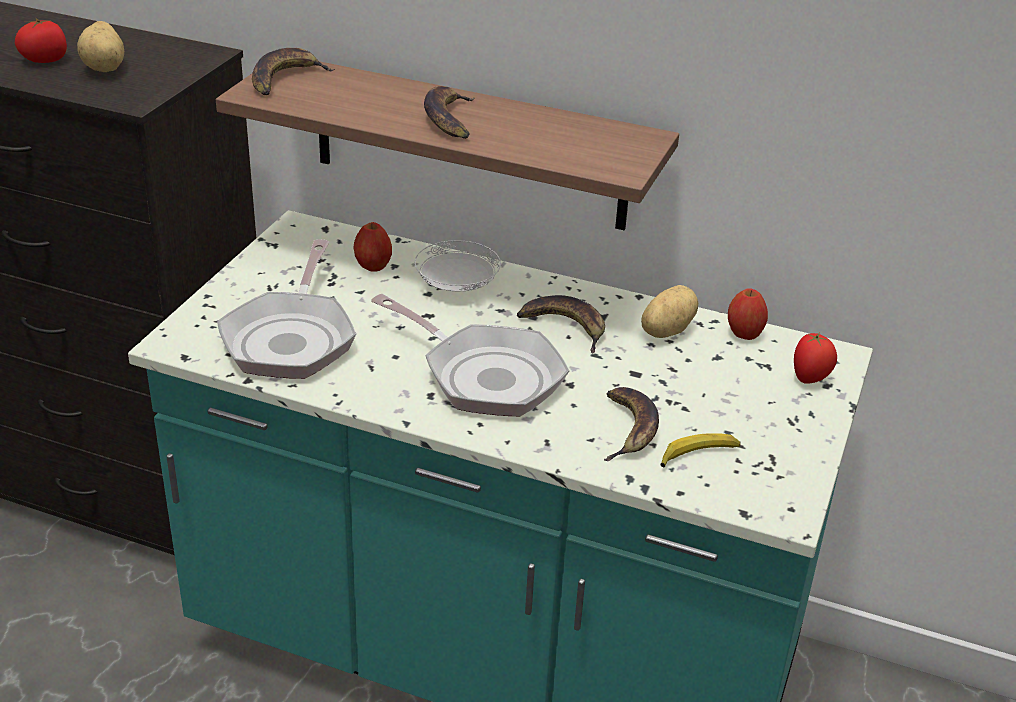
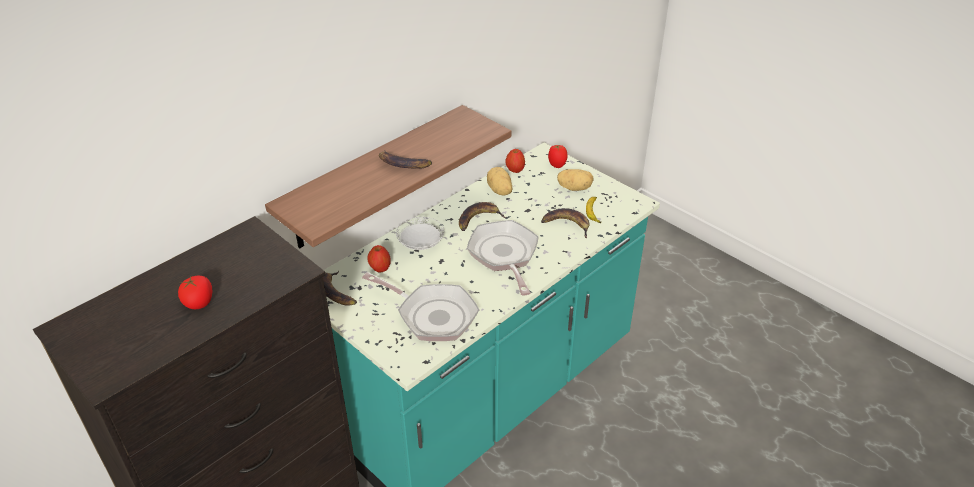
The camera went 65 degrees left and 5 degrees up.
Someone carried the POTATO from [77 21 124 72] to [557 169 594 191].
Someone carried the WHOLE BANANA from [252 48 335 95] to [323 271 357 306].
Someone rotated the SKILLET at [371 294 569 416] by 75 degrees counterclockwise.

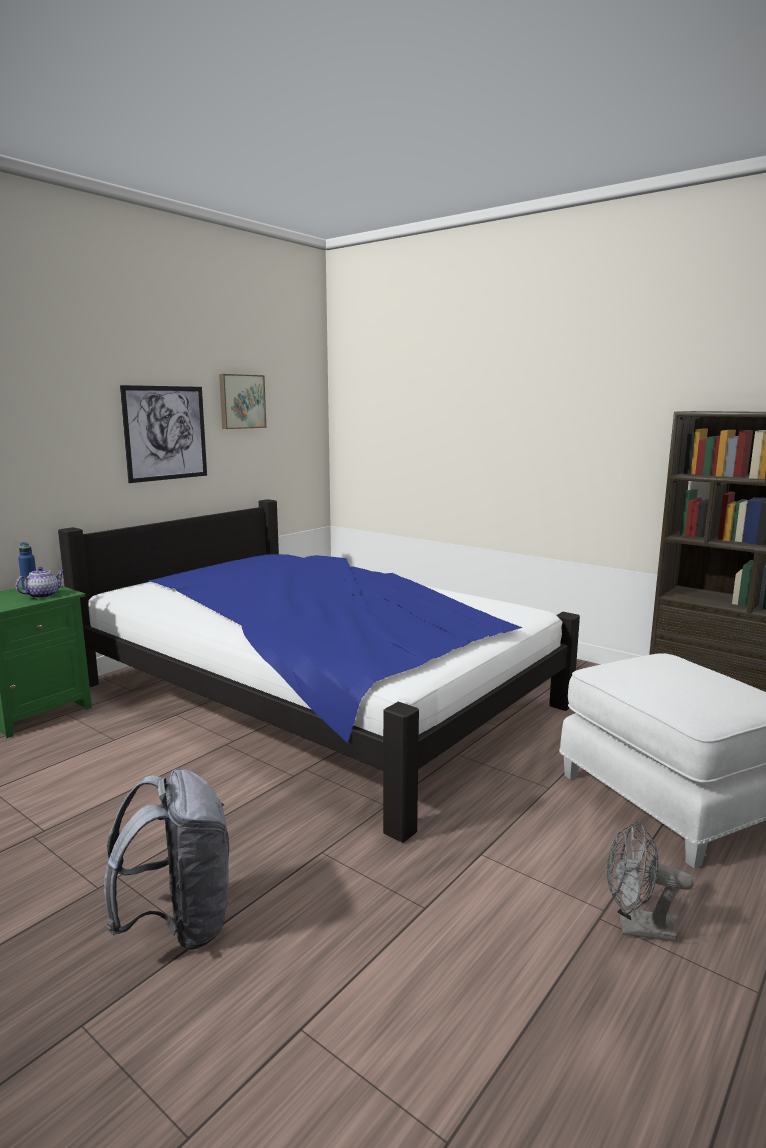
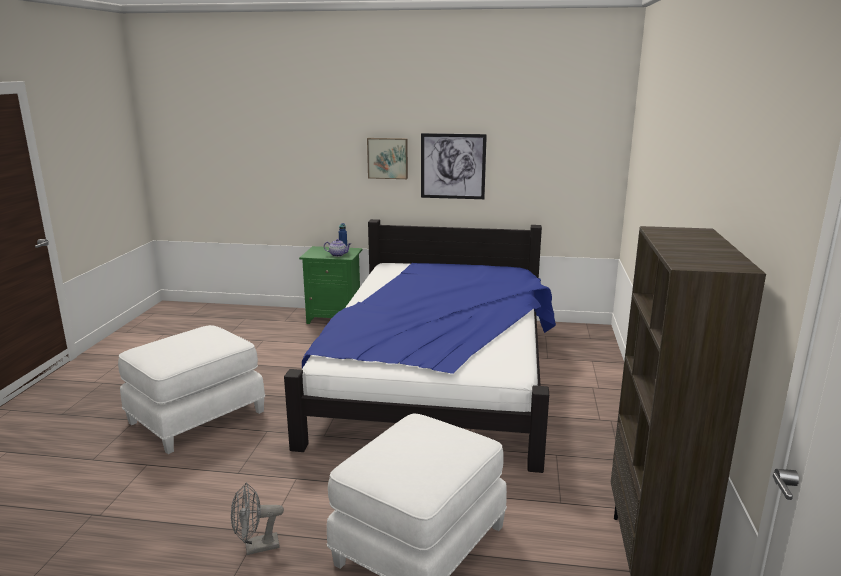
The camera went 60 degrees right and 5 degrees up.
Someone carried the WALL PICTURE from [219 374 266 429] to [367 138 408 179].
Someone swapped the GREY KNAPSACK at [104 769 230 950] for the WHITE-COLOURED POUFFE at [118 325 265 454].
Someone rotated the GREY ELECTRIC FAN at [607 821 694 942] by 90 degrees counterclockwise.

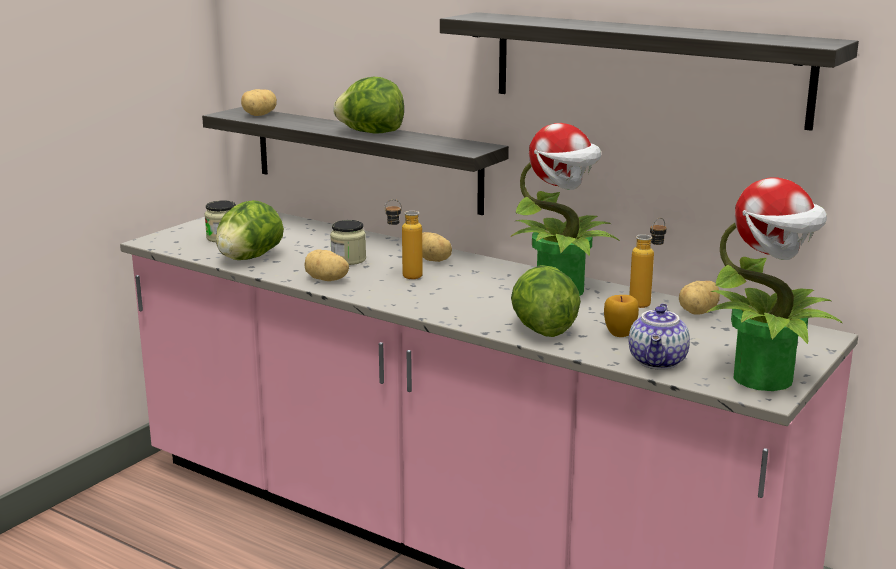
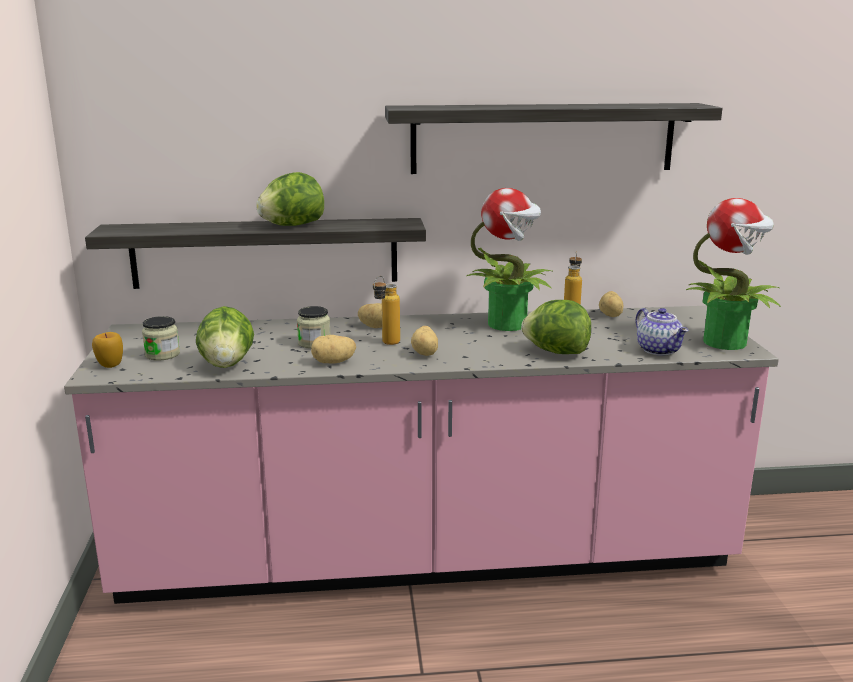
The camera went 40 degrees left and 0 degrees up.
Someone carried the POTATO from [241 89 277 116] to [411 326 438 356].
Someone carried the WHOLE APPLE from [604 295 639 337] to [92 332 123 368].

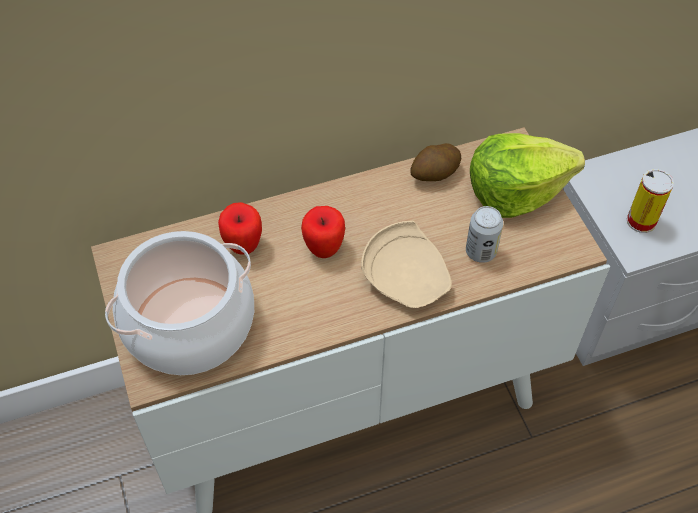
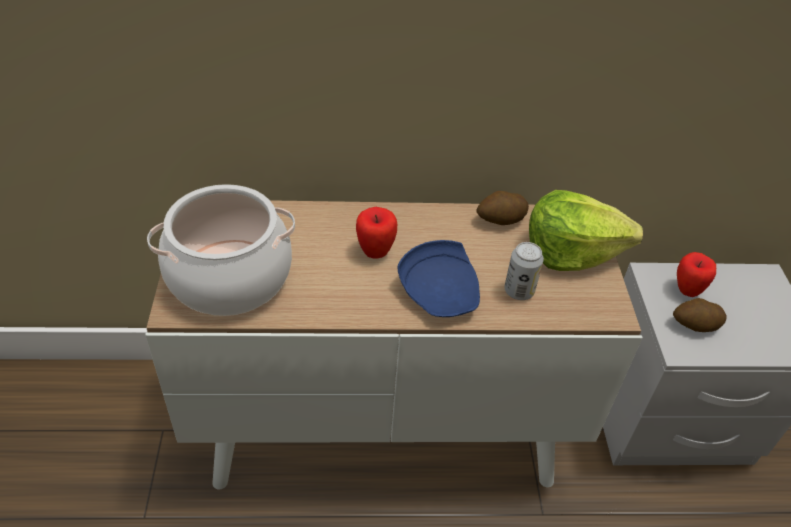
The camera went 15 degrees right and 10 degrees down.
Someone carried the WHOLE APPLE from [218 202 262 255] to [677 252 716 297].
Someone swapped the METAL CAN at [627 169 674 233] for the POTATO at [673 298 727 332].
Someone repainted the BEIGE-COLOURED PLATE at [361 221 452 308], which became the BLUISH PLATE at [397 240 480 317].

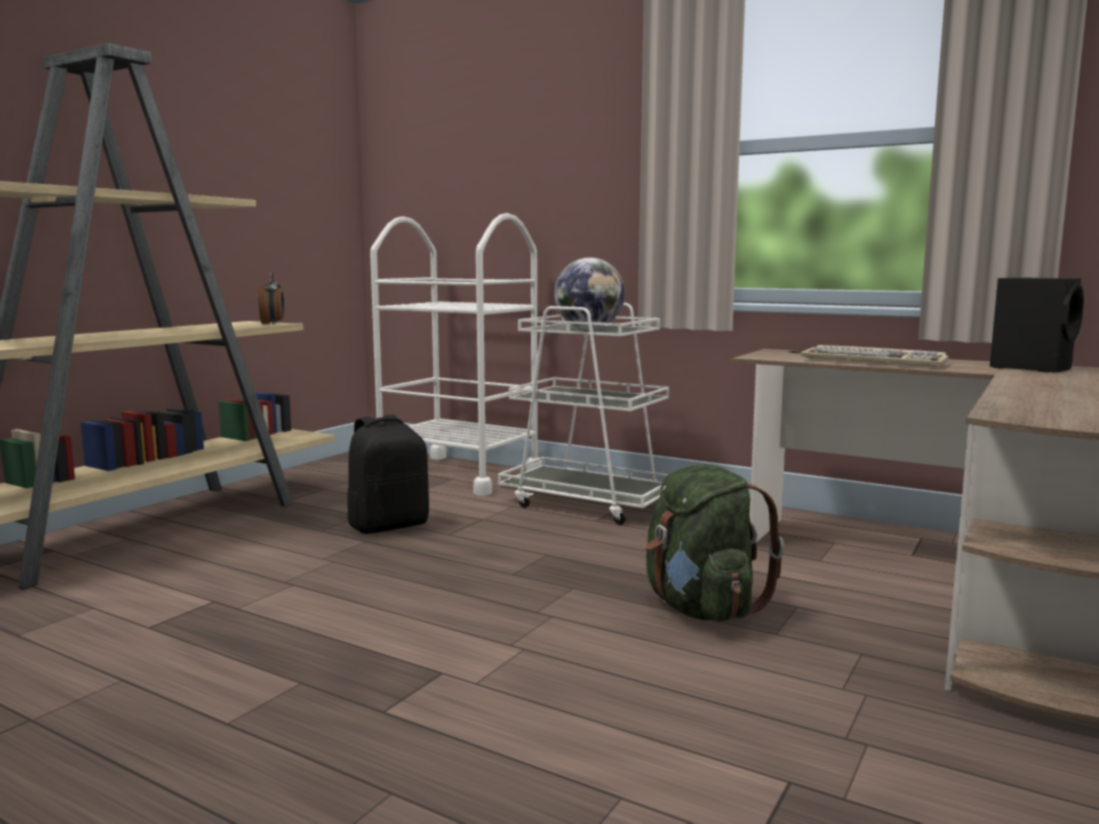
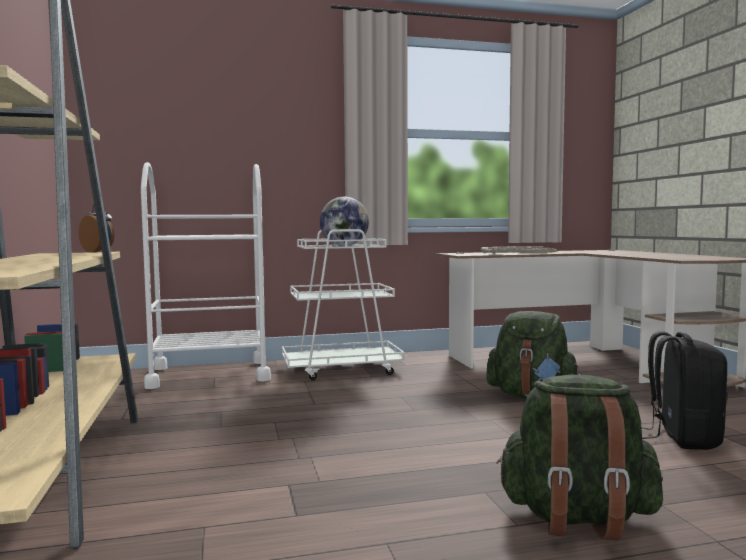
The camera went 45 degrees left and 5 degrees down.
Someone took away the BLACK SPEAKER at [990 277 1084 373].
Someone put down the GREEN KNAPSACK at [496 375 663 540].
Someone carried the BLACK KNAPSACK from [347 414 429 534] to [641 331 728 450].

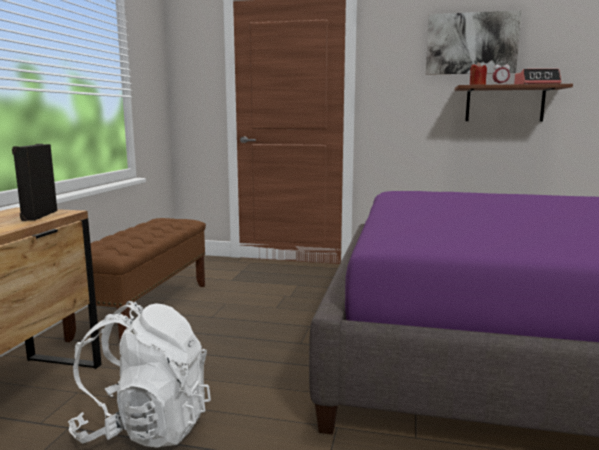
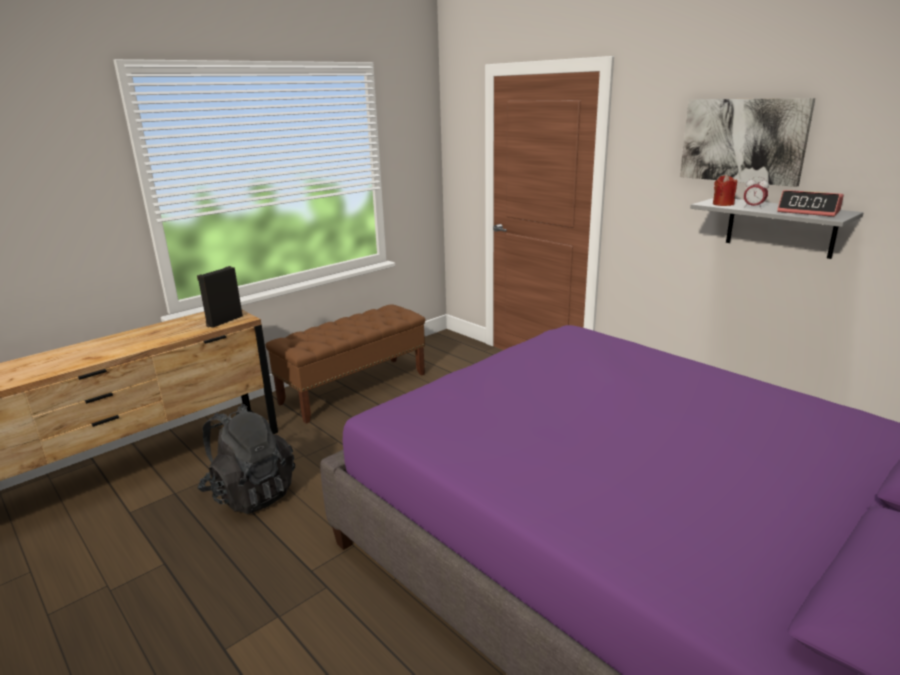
The camera went 35 degrees right and 10 degrees up.
Someone repainted the WHITE-COLOURED KNAPSACK at [68 301 211 448], which became the BLACK KNAPSACK at [198 404 295 514].
Someone repainted the BROWN-COLOURED SHELF at [455 84 573 121], which became the GREY SHELF at [690 198 864 259].

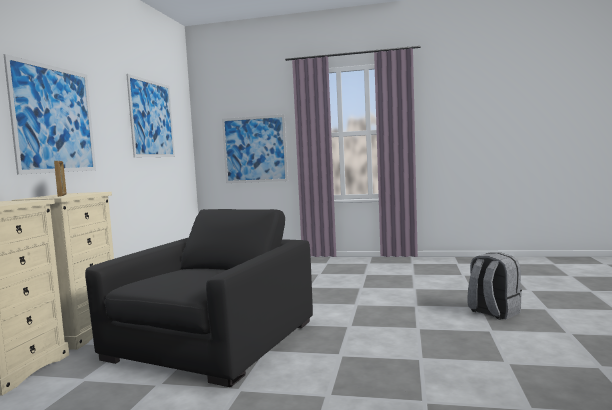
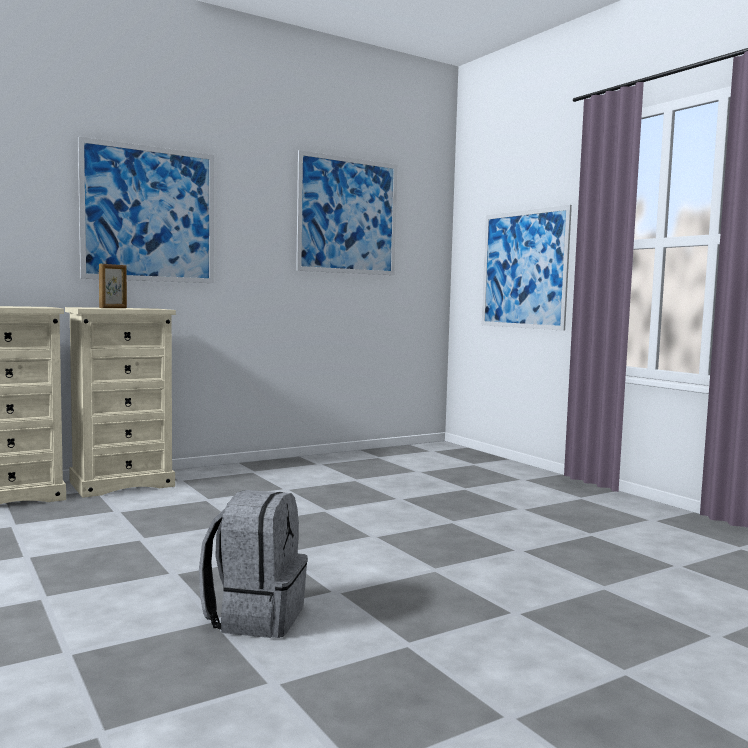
The camera went 45 degrees right and 0 degrees up.
Someone took away the BLACK EASY CHAIR at [85 209 313 387].
Someone carried the GREY KNAPSACK from [467 252 522 320] to [199 490 308 638].

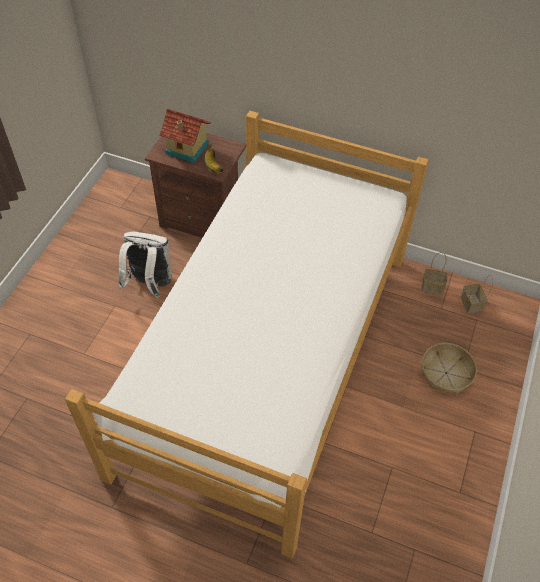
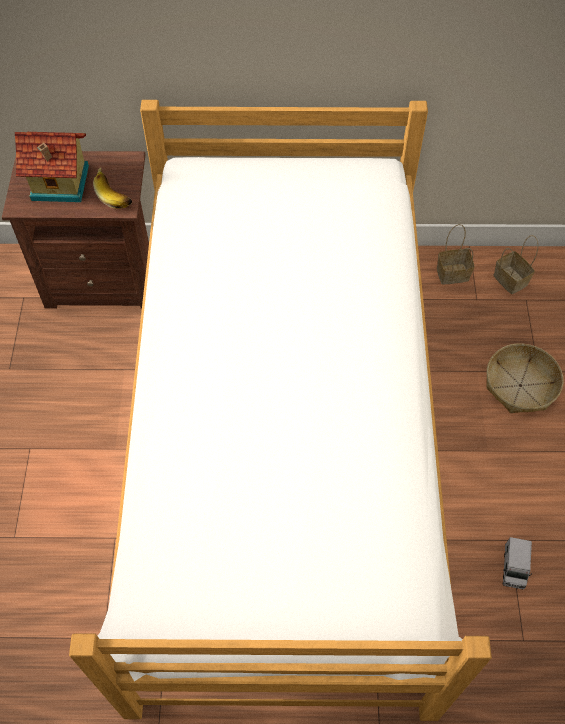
The camera went 20 degrees left and 5 degrees up.
Someone took away the WHITE-COLOURED KNAPSACK at [118 232 172 298].
Someone put down the TOY TRUCK at [503 537 532 589].

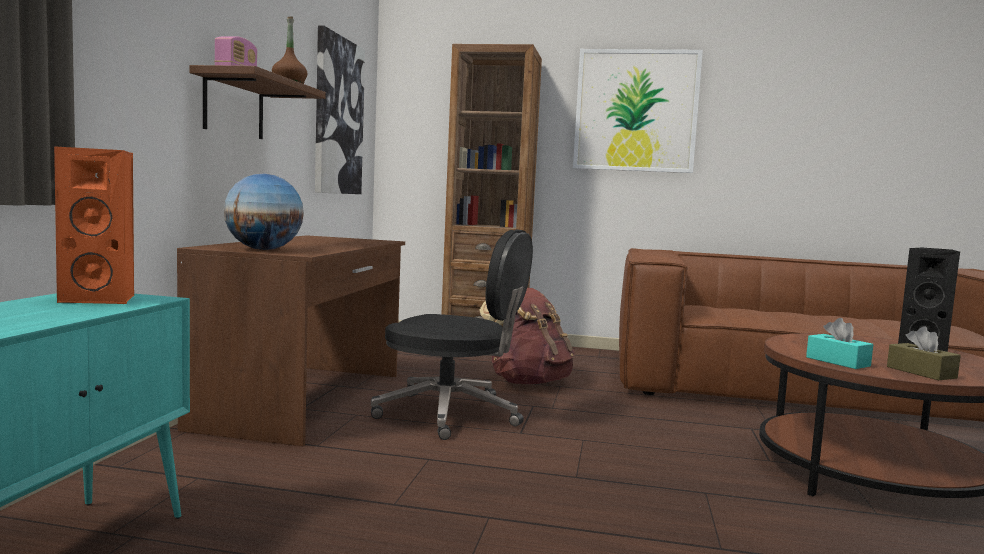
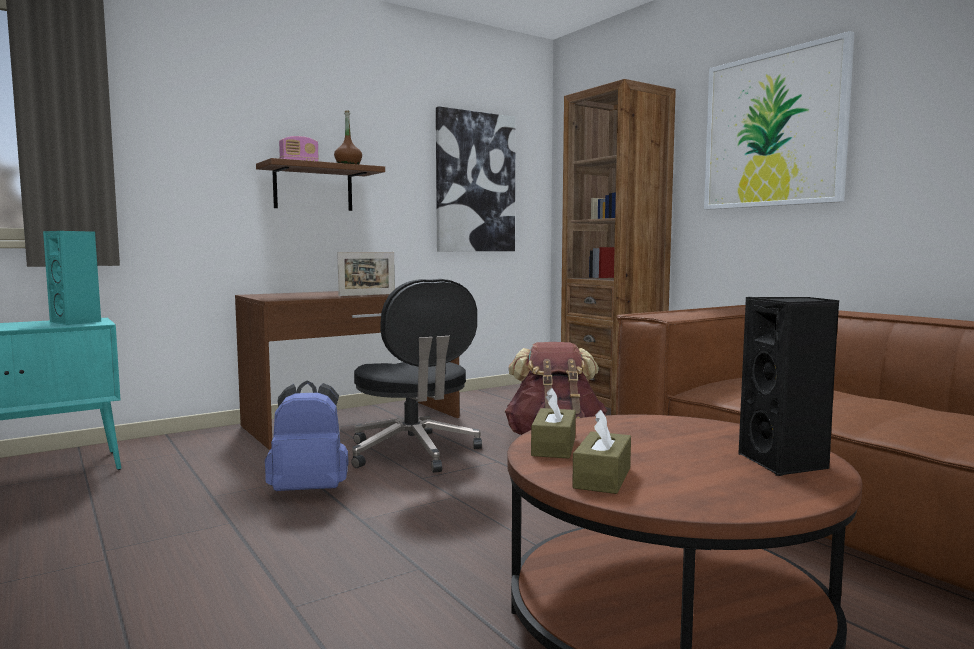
The camera went 45 degrees right and 0 degrees up.
Someone took away the WORLD GLOBE at [224 173 304 250].
Someone put down the BLUISH KNAPSACK at [265 381 349 491].
Someone put down the PHOTO FRAME at [337 252 395 296].
Someone repainted the ORANGE SPEAKER at [54 146 134 304], which became the BLUE-GREEN SPEAKER at [43 231 101 325].
Someone repainted the BLUE-GREEN BOX OF TISSUES at [806 318 873 369], which became the BROWN-COLOURED BOX OF TISSUES at [531 388 576 459].

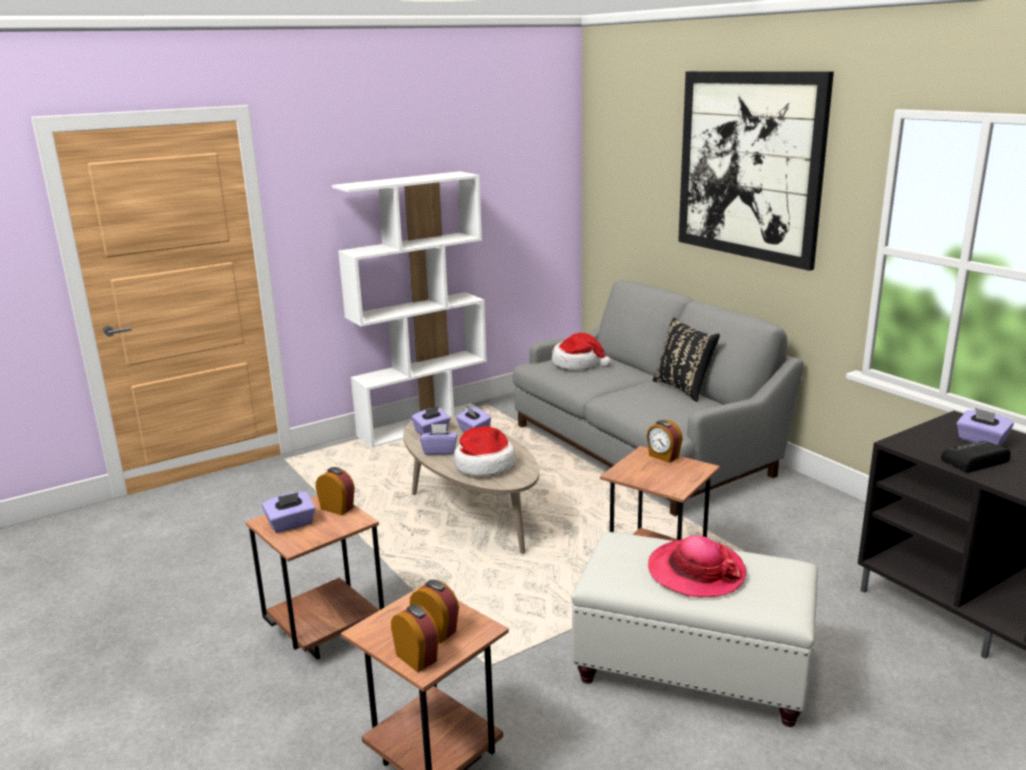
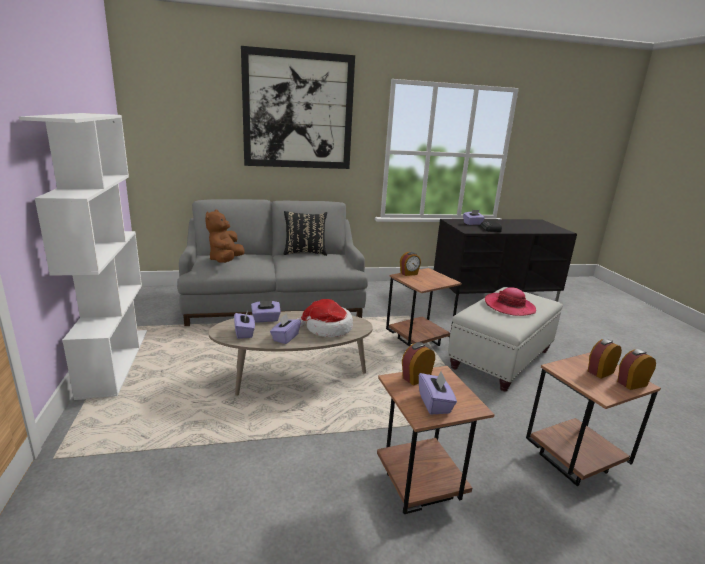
The camera went 70 degrees left and 0 degrees up.
Someone swapped the WEARABLE HAT at [552 333 612 370] for the BROWN-COLOURED SOFT TOY at [205 210 245 263].

